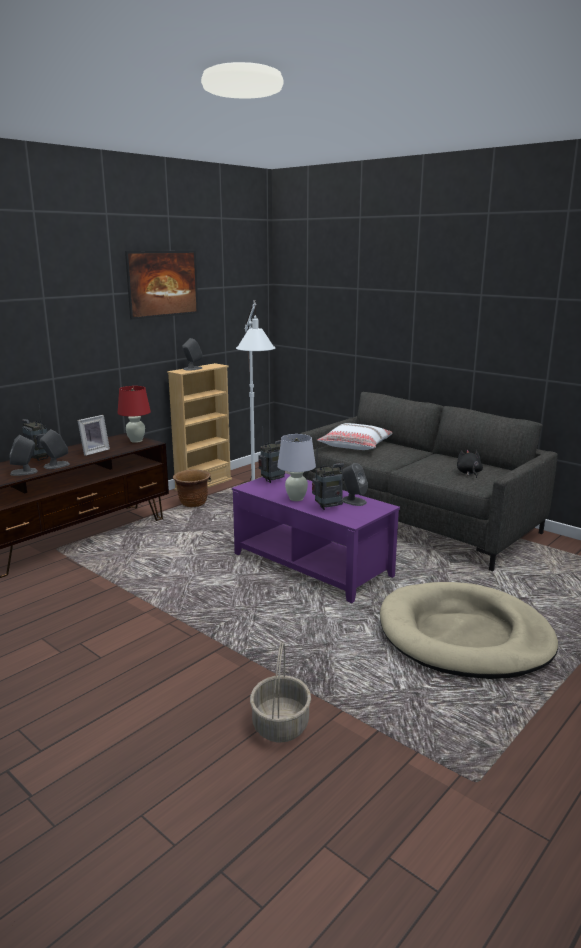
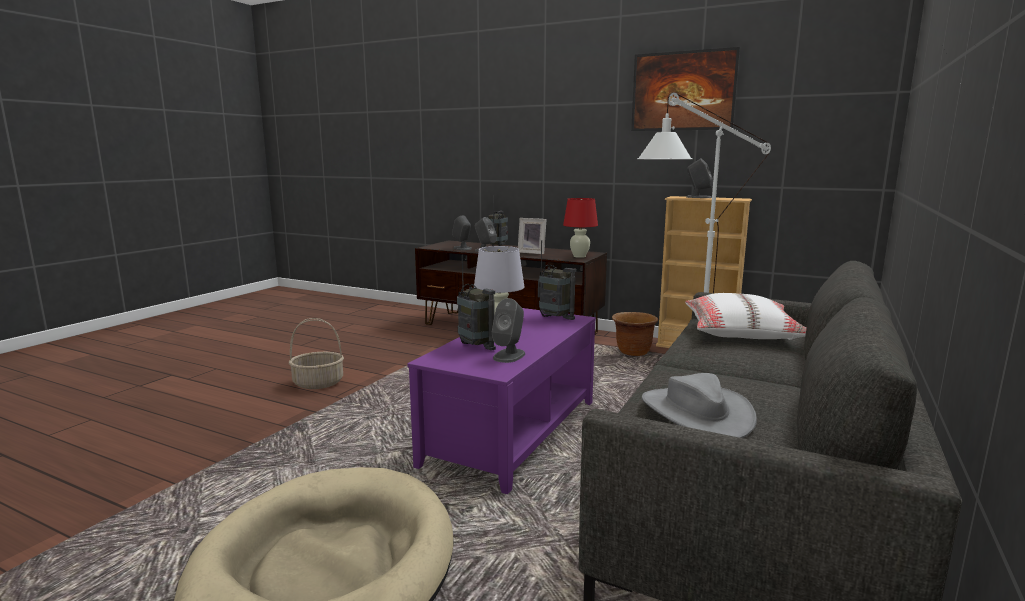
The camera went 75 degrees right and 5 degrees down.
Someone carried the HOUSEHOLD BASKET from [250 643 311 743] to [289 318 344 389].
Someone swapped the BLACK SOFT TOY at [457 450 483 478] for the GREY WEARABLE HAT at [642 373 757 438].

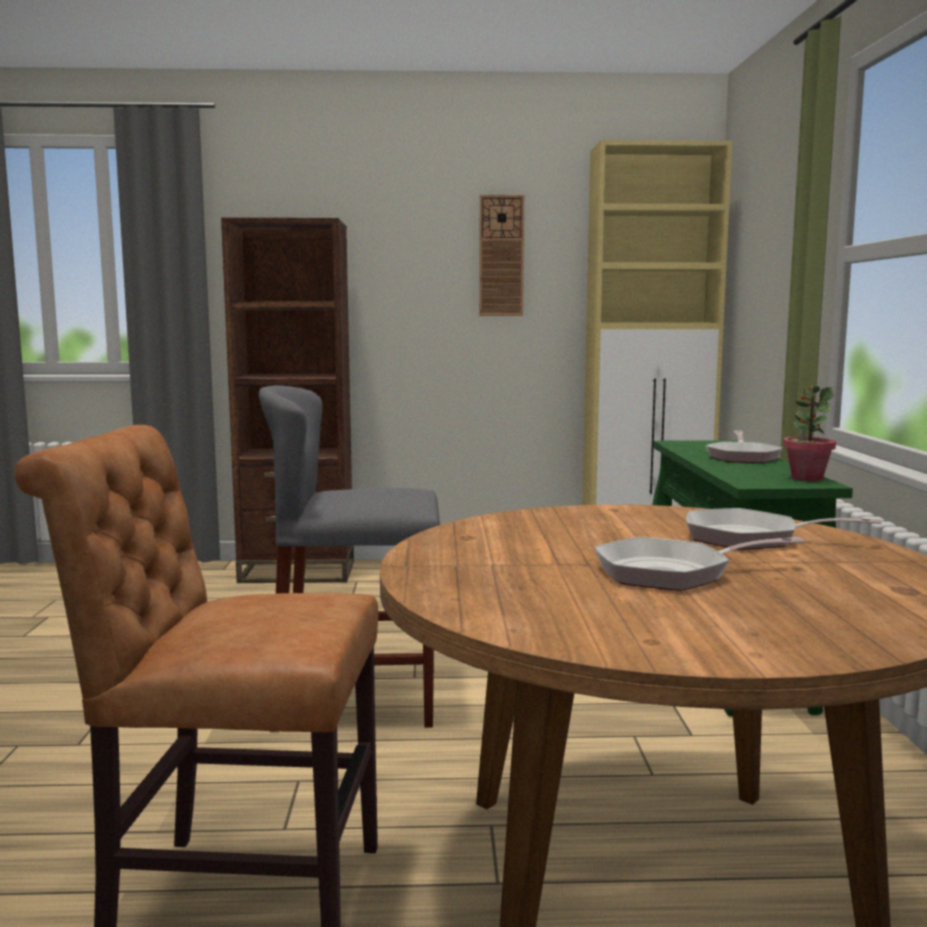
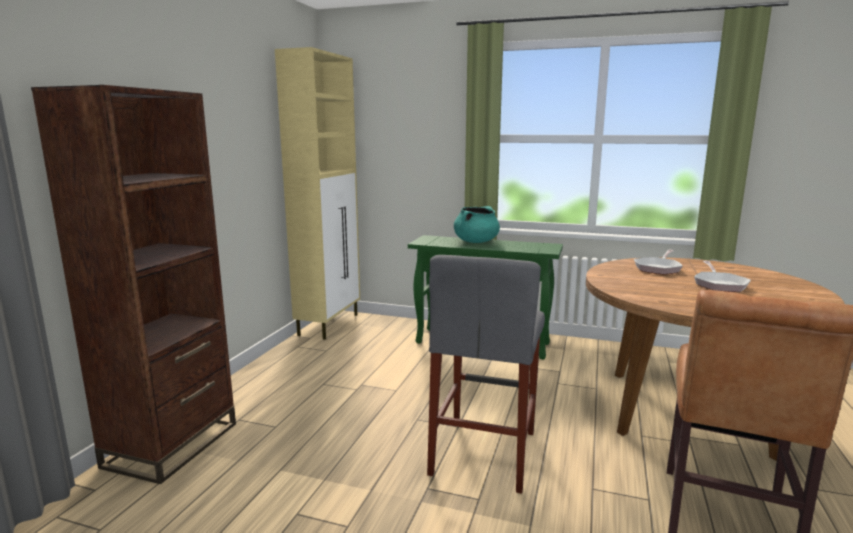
The camera went 70 degrees left and 5 degrees up.
Someone took away the CLOCK ON THE WALL at [479 195 524 316].
Someone took away the PLANT IN A POT at [783 386 836 481].
Someone swapped the SKILLET at [705 430 783 463] for the BLUE-GREEN SAUCEPOT at [454 206 500 243].

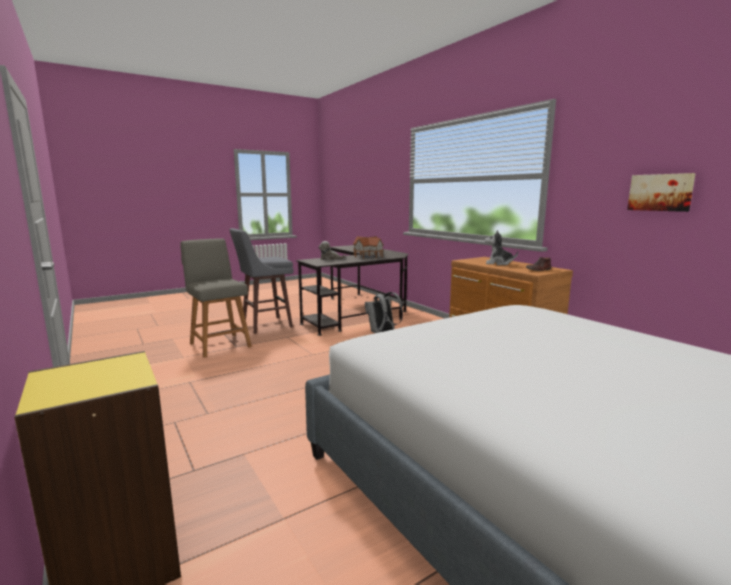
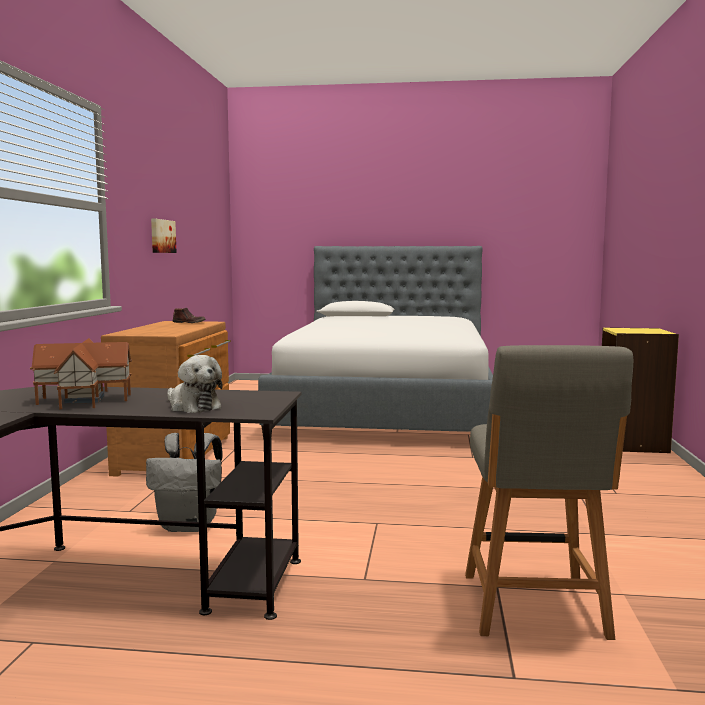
The camera went 140 degrees left and 5 degrees down.
Someone took away the GREY STOOL SEAT at [230 228 294 334].
Someone took away the SOFT TOY at [485 230 518 265].

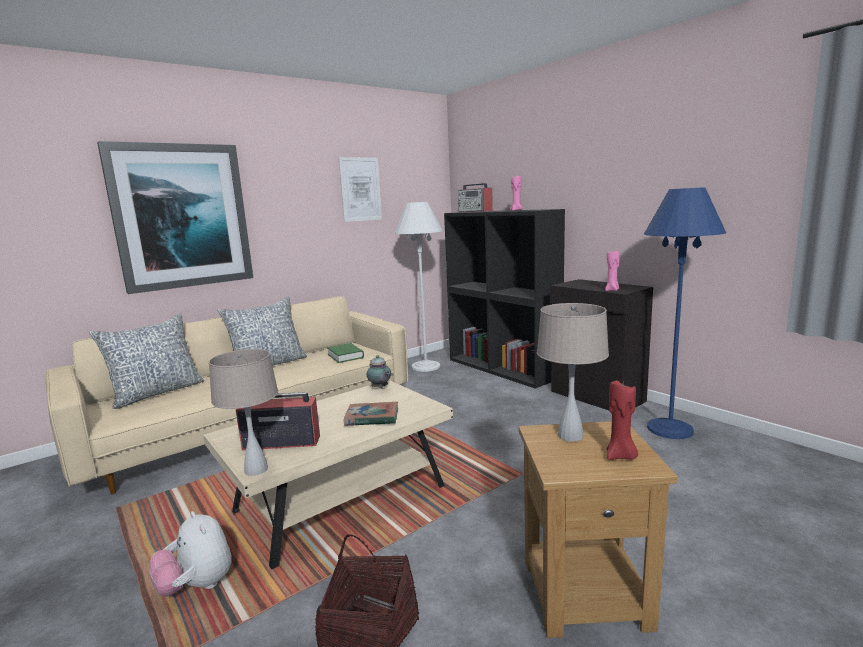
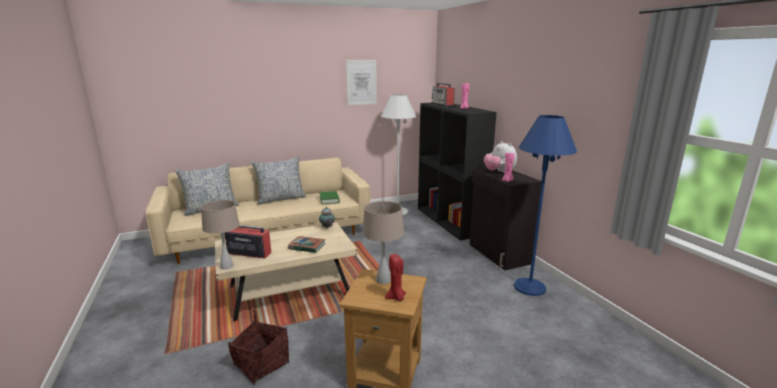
The camera went 15 degrees right and 5 degrees up.
Someone took away the WALL PICTURE at [97 141 253 294].
Someone carried the SOFT TOY from [150 511 231 597] to [484 141 517 173].

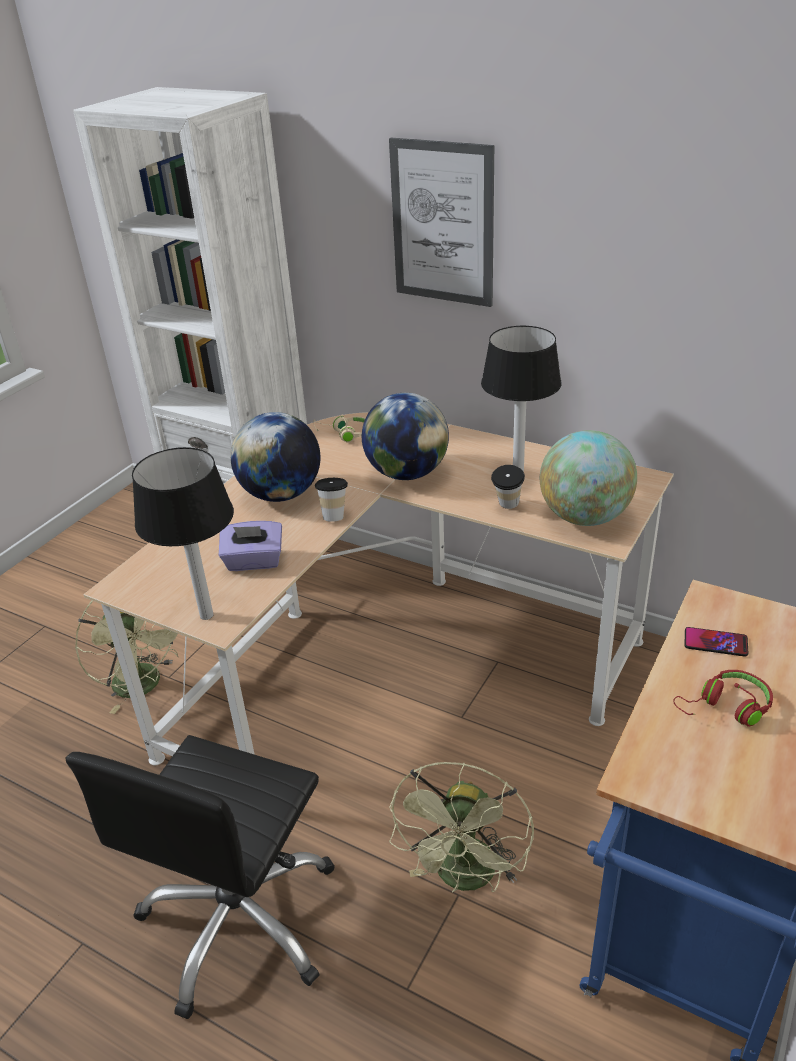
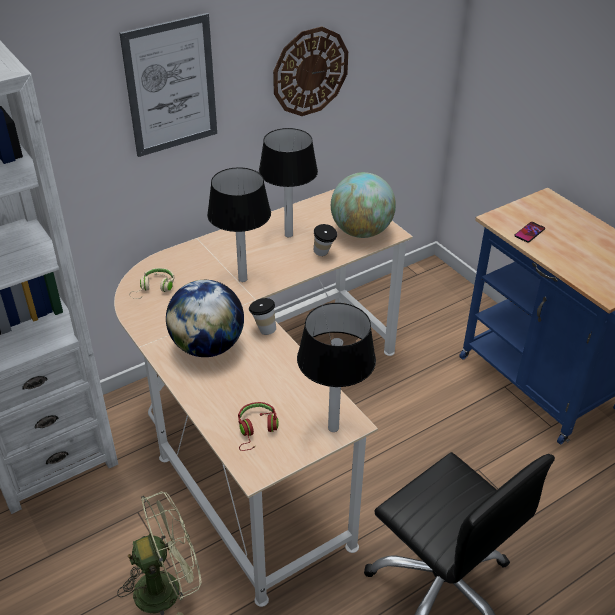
The camera went 65 degrees left and 5 degrees up.
Someone took away the PURPLISH BOX OF TISSUES at [219 521 282 571].
Someone took away the GREEN ELECTRIC FAN at [389 762 534 892].
Someone put up the CLOCK ON THE WALL at [273 27 348 116].
Someone carried the RED HEADSET from [673 670 773 727] to [238 402 278 451].
Someone swapped the WORLD GLOBE at [362 393 449 480] for the TABLETOP LAMP at [207 167 271 282].

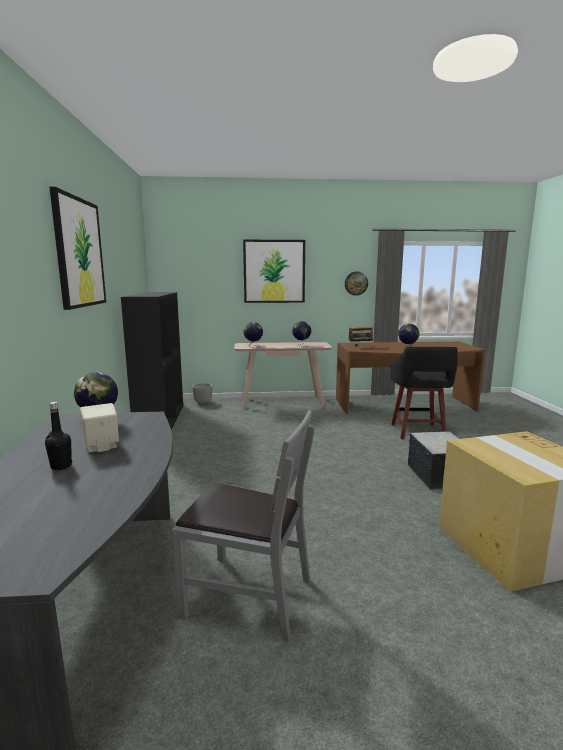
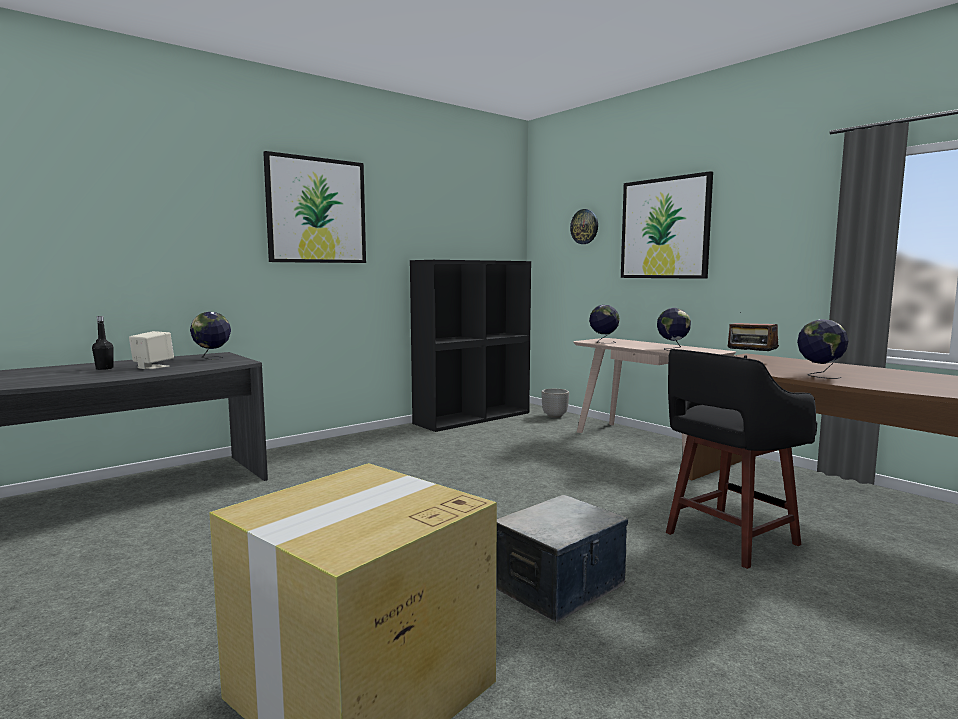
The camera went 55 degrees right and 5 degrees down.
Someone took away the GREY PLAIN CHAIR at [172 410 315 642].
Someone carried the CLOCK ON THE WALL from [345 271 368 296] to [570 209 598 244].

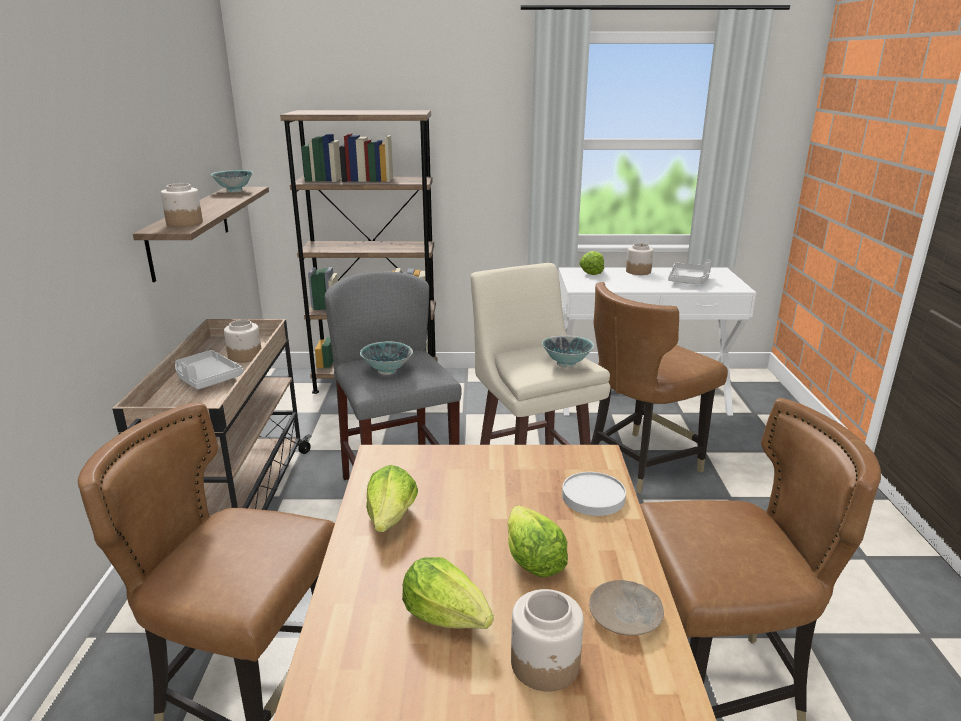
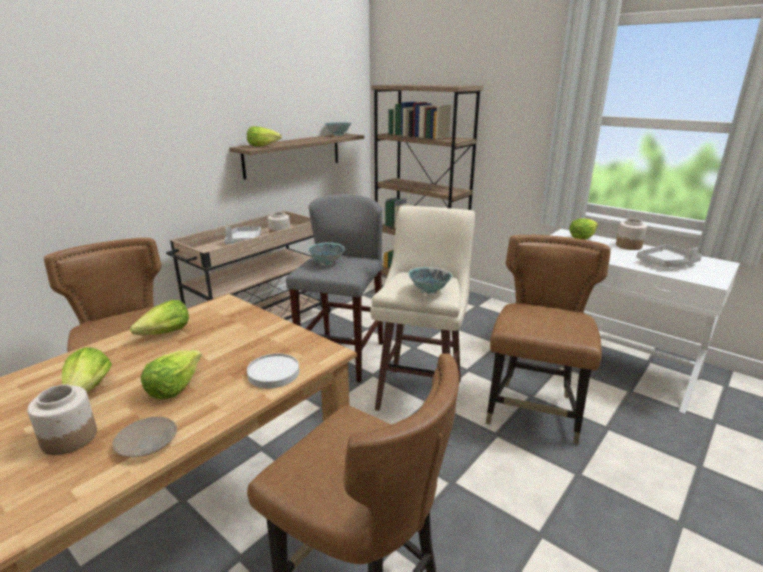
The camera went 40 degrees right and 0 degrees up.
Someone swapped the PRESERVE JAR at [161 183 203 227] for the LETTUCE HEAD at [247 126 282 146].
Someone rotated the BROWN-COLOURED PLAIN CHAIR at [591 282 728 494] by 105 degrees clockwise.

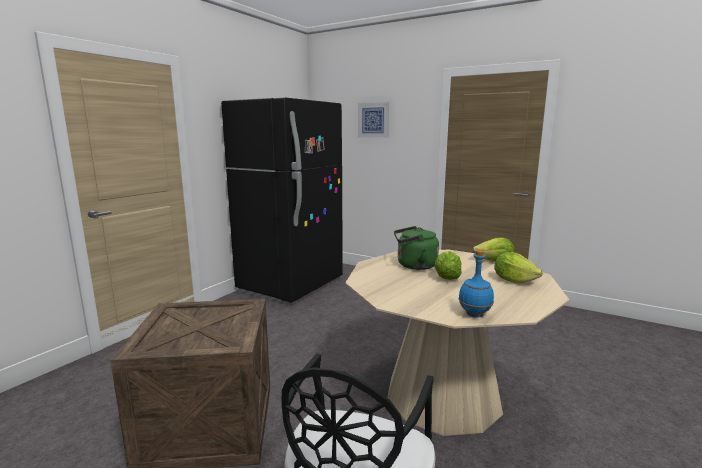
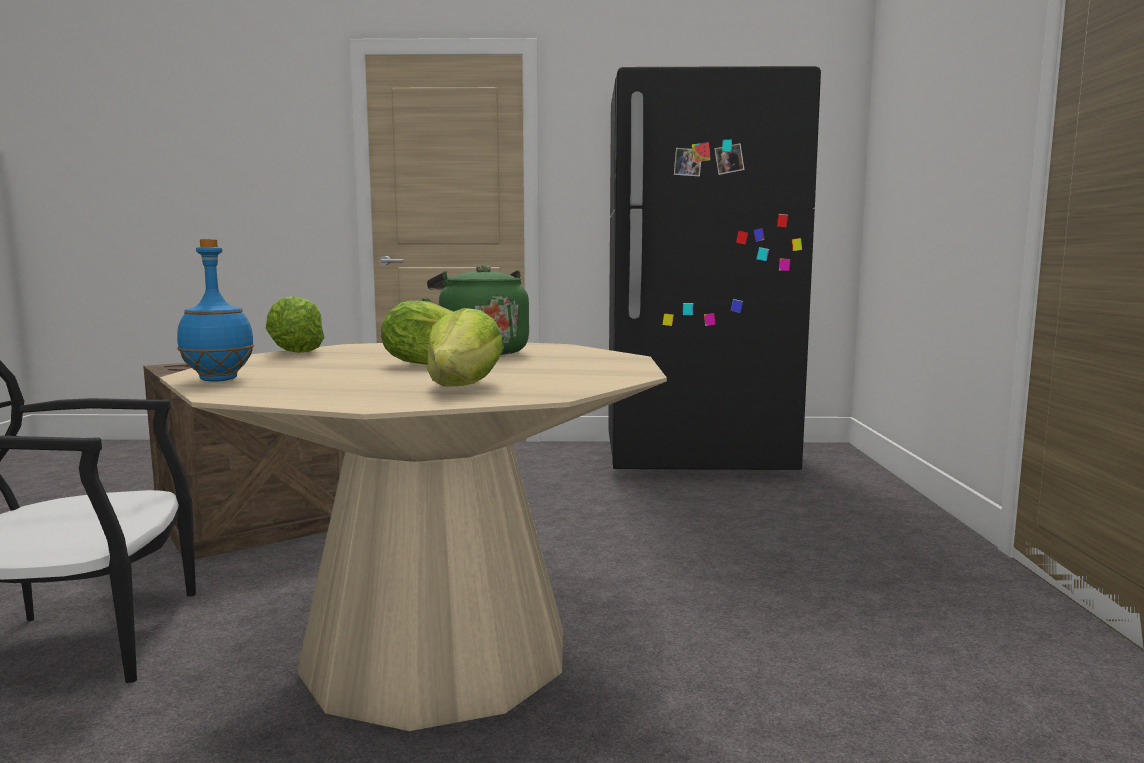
The camera went 60 degrees right and 5 degrees down.
Someone took away the WALL PICTURE at [358 102 389 138].
Someone carried the LETTUCE HEAD from [473 238 514 262] to [266 296 324 353].

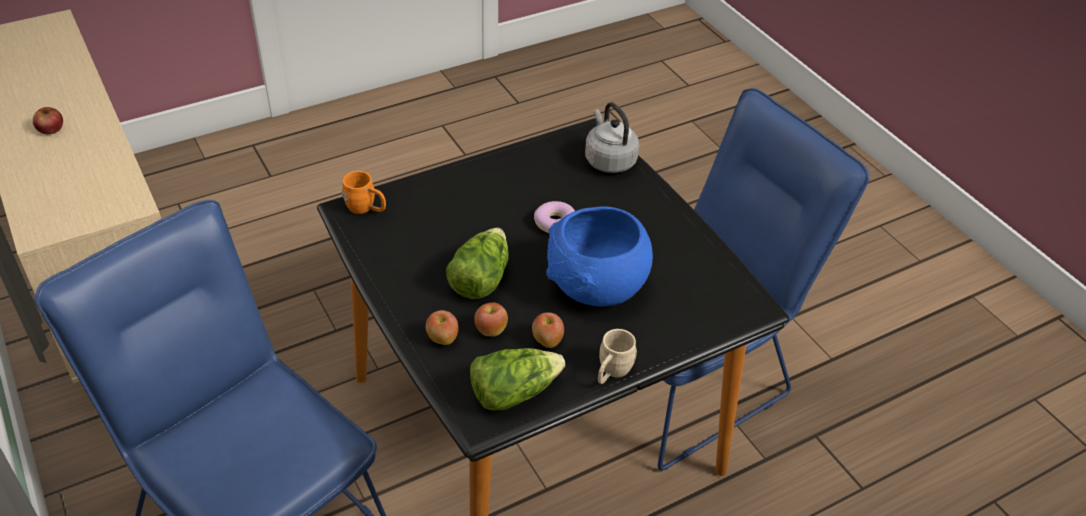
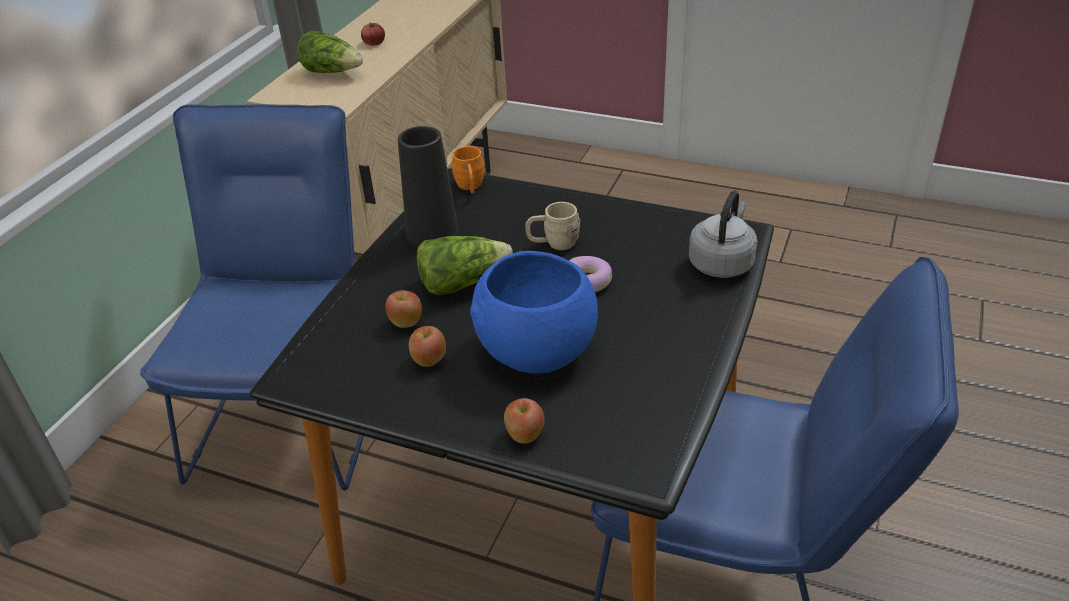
The camera went 55 degrees right and 5 degrees down.
Someone put down the BLACK DECORATIVE VASE at [398 126 459 247].
Someone carried the WHOLE APPLE from [426 310 459 345] to [504 398 545 444].
Someone carried the LETTUCE HEAD from [470 348 565 411] to [297 30 363 73].
Someone carried the BEIGE-COLOURED COFFEE MUG from [598 329 637 384] to [525 202 580 250].

